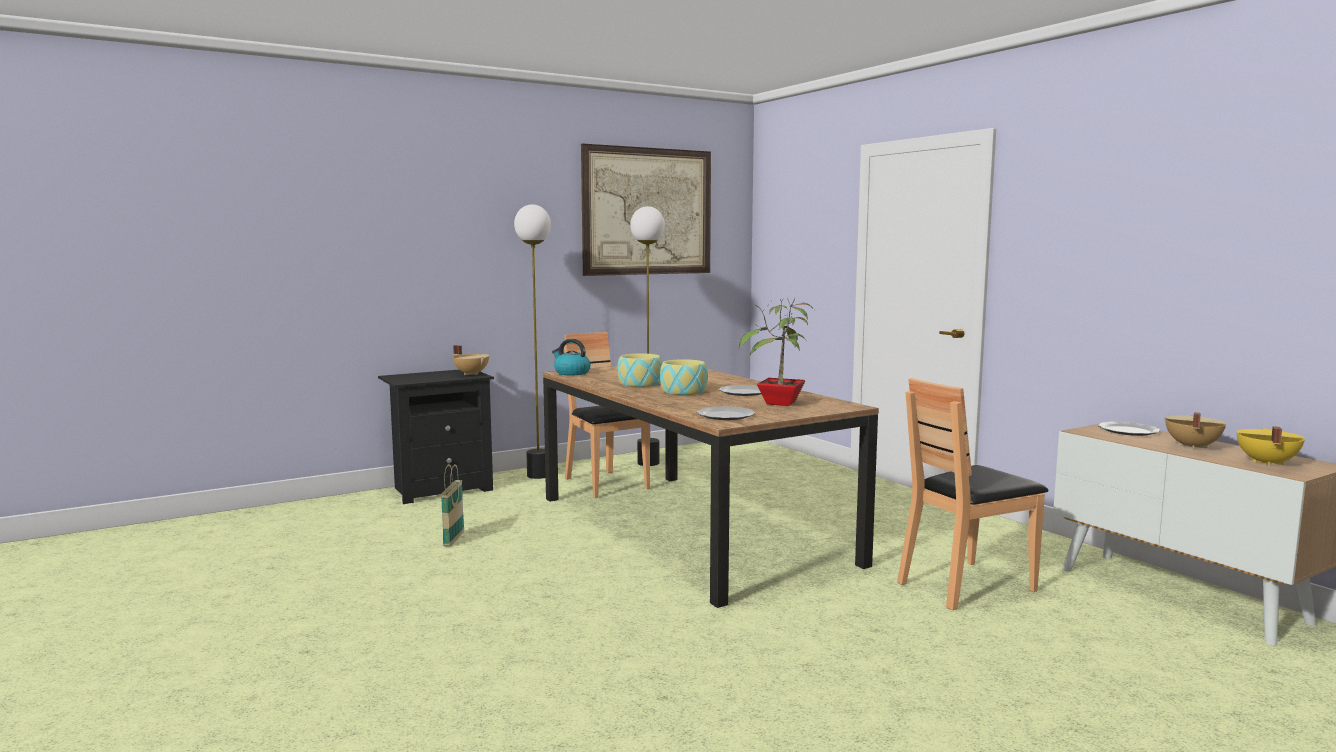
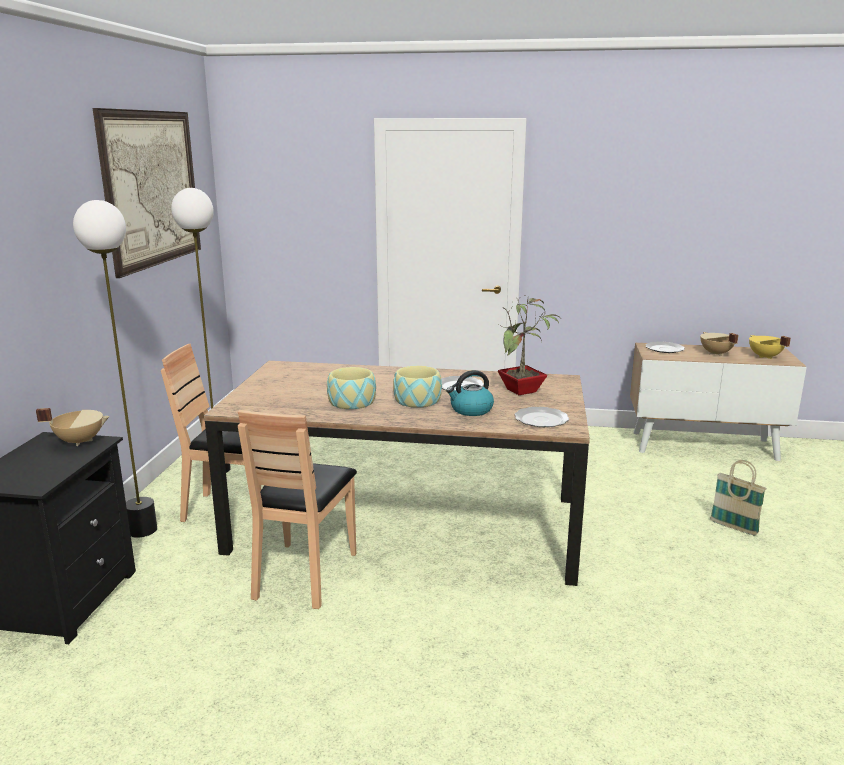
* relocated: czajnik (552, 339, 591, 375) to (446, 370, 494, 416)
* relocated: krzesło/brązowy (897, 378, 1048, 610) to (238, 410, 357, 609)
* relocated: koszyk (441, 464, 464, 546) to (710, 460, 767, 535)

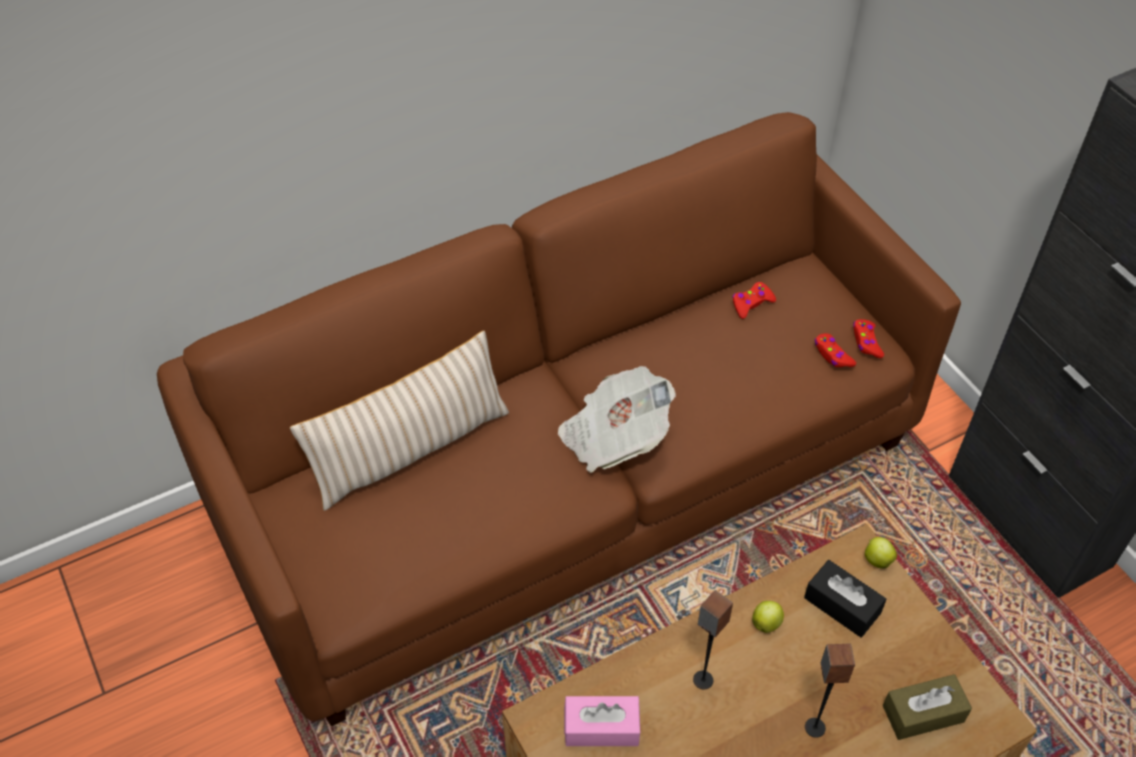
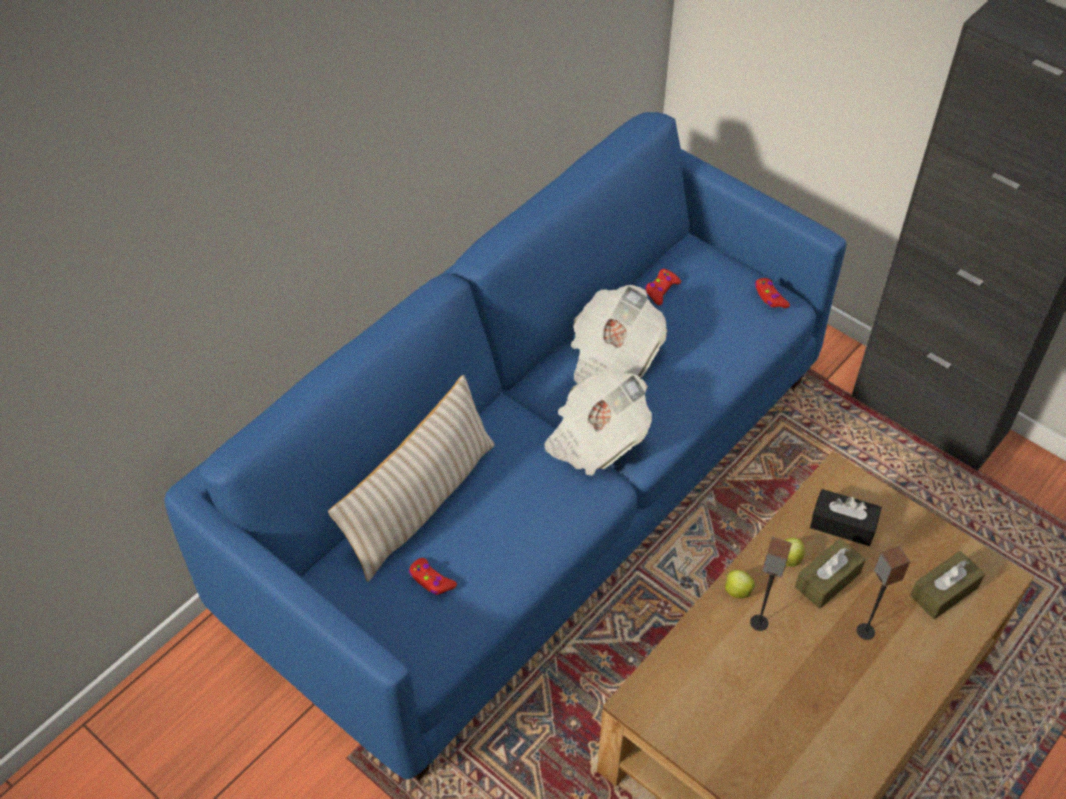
* colour: kanapa/brązowy (157, 112, 961, 727) to kanapa/niebieski (165, 112, 846, 781)
* relocated: pad do gier/czerwony (815, 333, 856, 367) to (408, 558, 457, 595)
* relocated: jabłko (865, 537, 897, 569) to (725, 570, 755, 598)
* missing: pudełko chusteczek/różowy (564, 696, 641, 746)
* appeared: gazeta (571, 285, 667, 384)
* appeared: pudełko chusteczek/brązowy (795, 538, 866, 609)

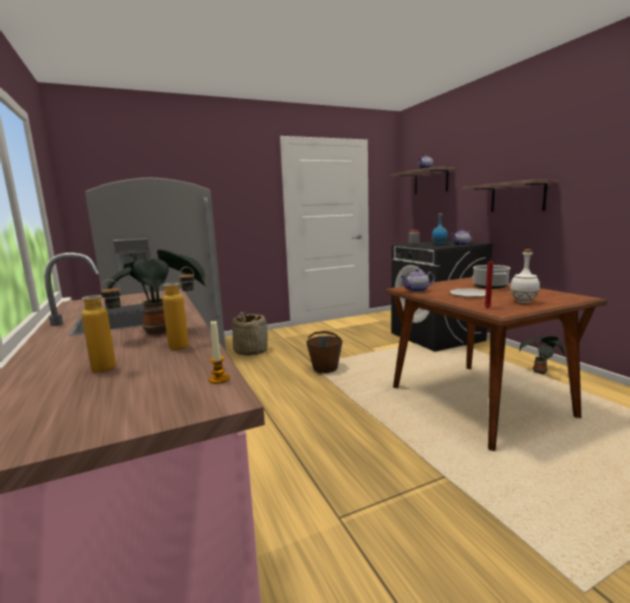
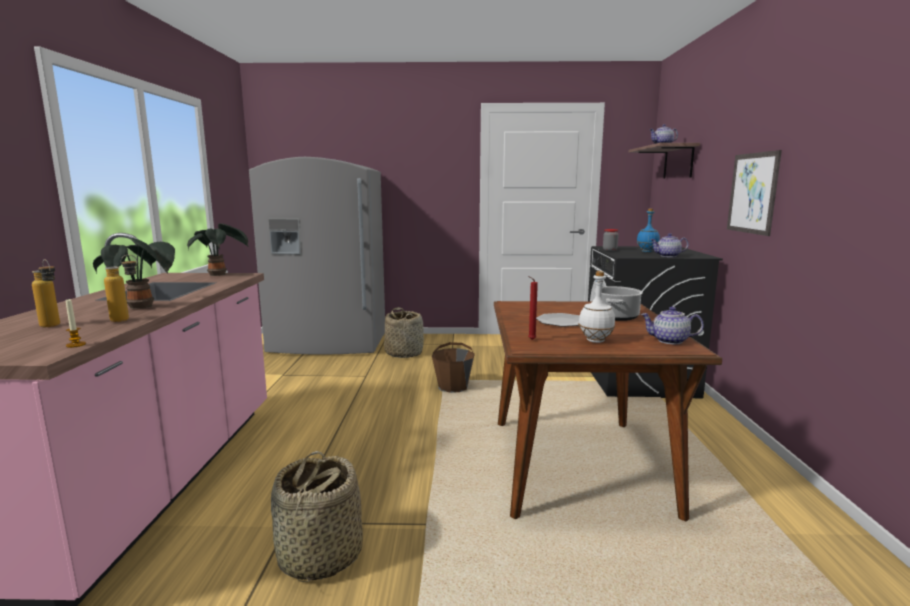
* exchanged: półka (462, 179, 558, 212) to obraz (727, 150, 782, 236)
* relocated: imbryk (401, 269, 435, 292) to (641, 307, 704, 344)
* relocated: roślina doniczkowa (520, 335, 565, 374) to (187, 223, 249, 276)
* appeared: koszyk (271, 451, 363, 582)

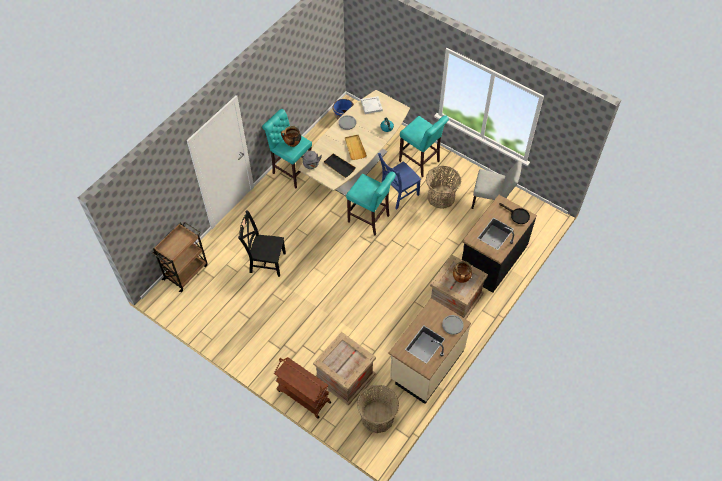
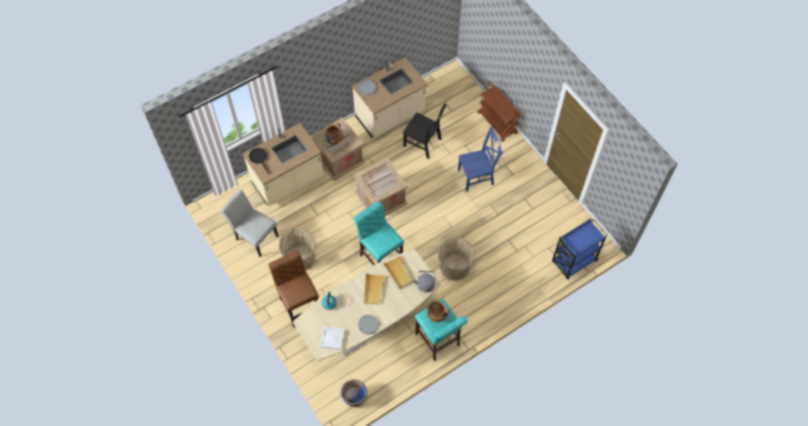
* colour: stołek/turkusowy (399, 115, 449, 177) to stołek/brązowy (268, 251, 319, 328)
* relocated: krzesło/niebieski (378, 153, 421, 210) to (458, 127, 503, 192)
* colour: taca/czarny (324, 154, 356, 178) to taca/beżowy (383, 256, 413, 289)
* colour: zabudowa kuchenna/czarny (462, 195, 537, 293) to zabudowa kuchenna/beżowy (243, 123, 324, 206)
* relocated: krzesło/czarny (238, 210, 286, 277) to (403, 104, 447, 159)
* colour: wózek/brązowy (152, 222, 208, 292) to wózek/niebieski (552, 219, 608, 280)
* relocated: skrzynka (313, 332, 376, 406) to (354, 157, 407, 216)
* relocated: koszyk (357, 385, 399, 433) to (438, 237, 475, 281)

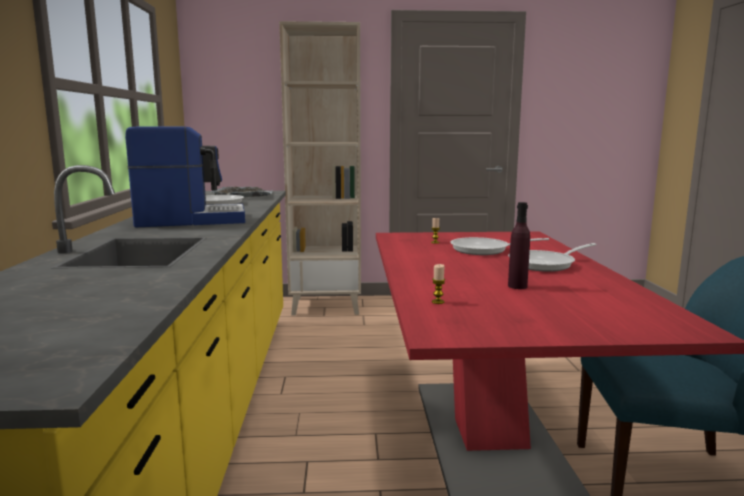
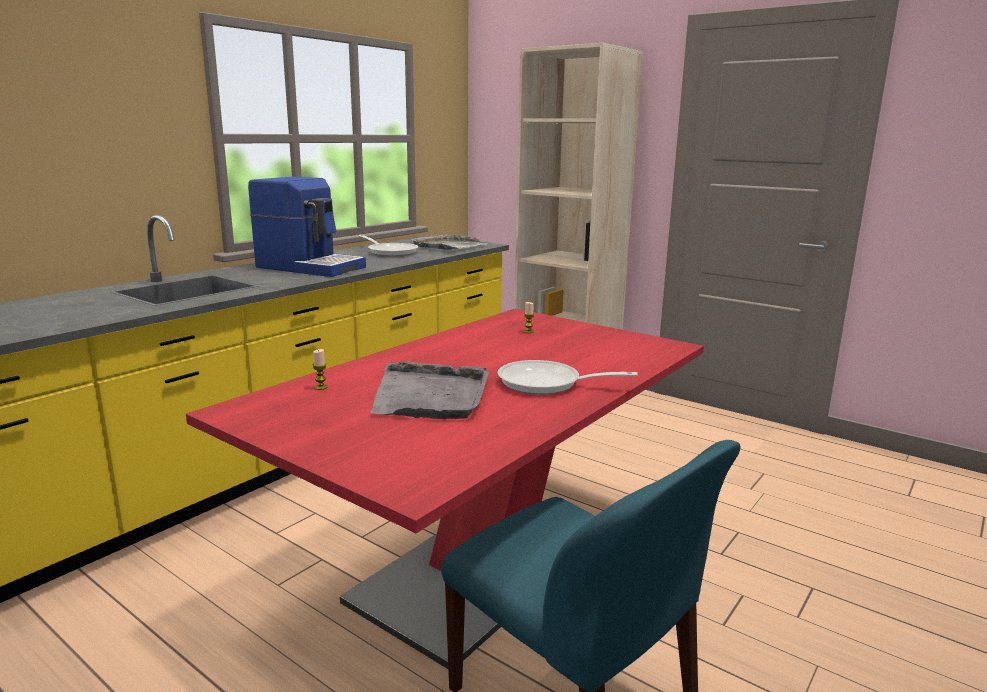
* exchanged: butelka/fioletowy (508, 202, 530, 289) to taca/szary (371, 361, 489, 419)
* missing: patelnia (450, 237, 549, 255)

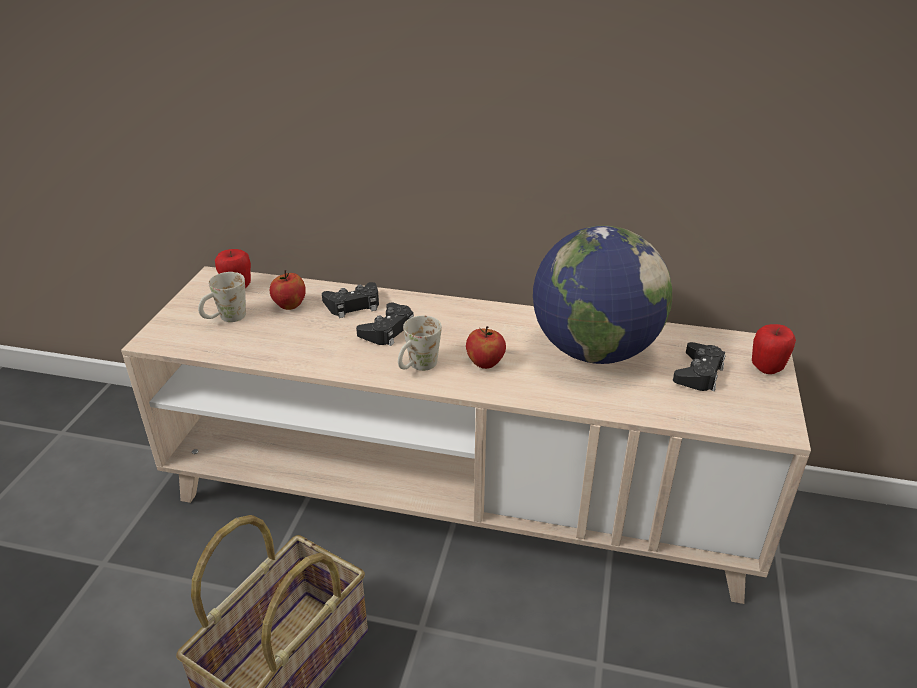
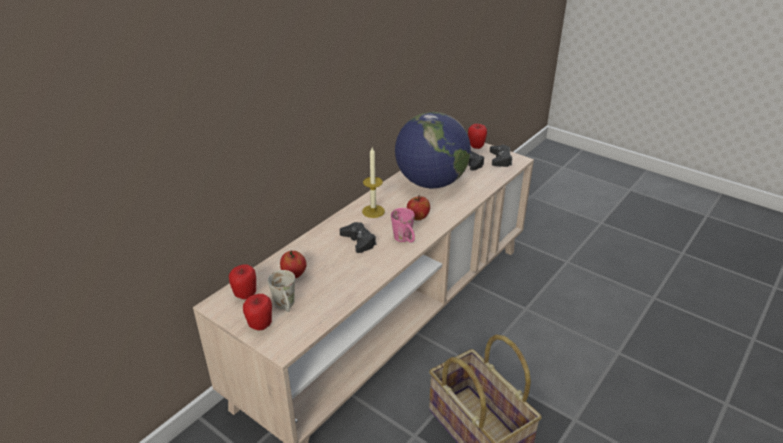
* relocated: pad do gier/czarny (322, 282, 379, 318) to (490, 145, 512, 167)
* colour: kubek/biały (398, 316, 442, 371) to kubek/różowy (391, 208, 415, 243)
* appeared: świeca (362, 147, 385, 218)
* appeared: jabłko (243, 294, 272, 330)

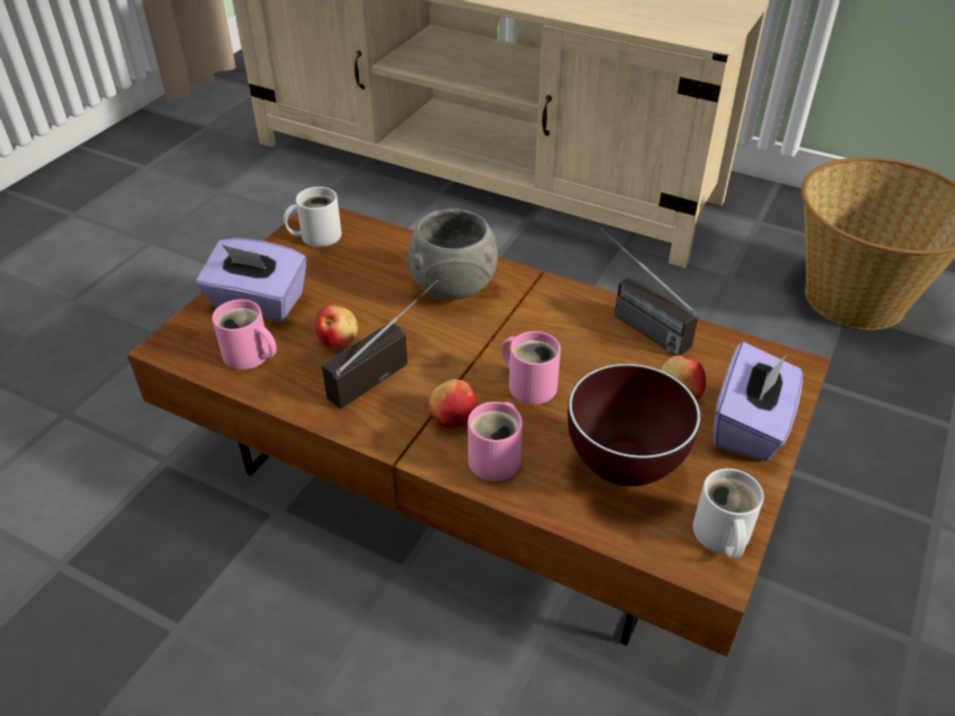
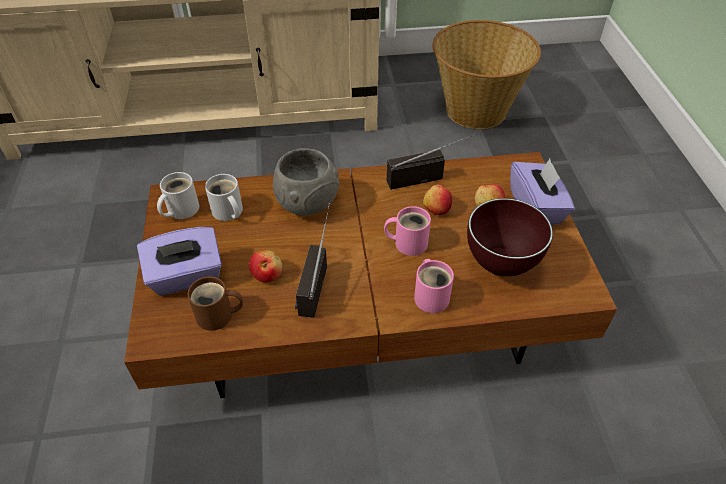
* spun: radio (601, 228, 698, 356) = (387, 133, 476, 190) 150 degrees clockwise
* colour: kubek/różowy (212, 299, 277, 370) to kubek/brązowy (188, 277, 243, 331)
* relocated: jabłko (429, 379, 476, 428) to (423, 185, 452, 215)
* relocated: kubek/biały (693, 468, 764, 558) to (205, 174, 243, 221)

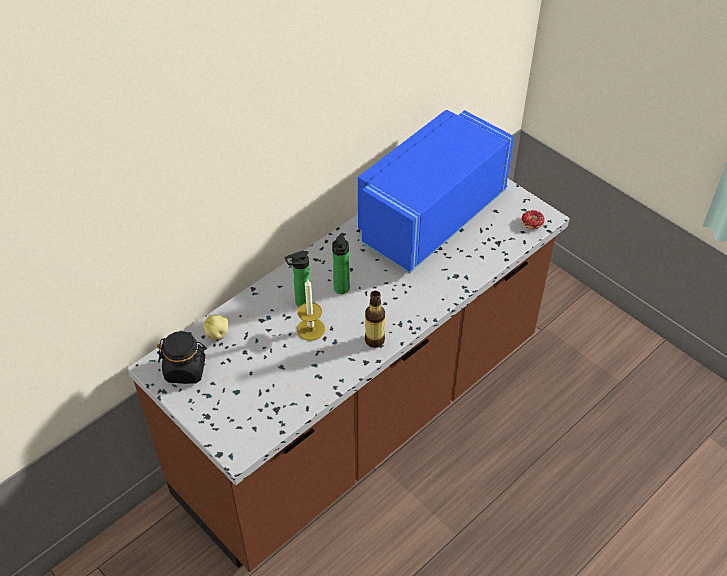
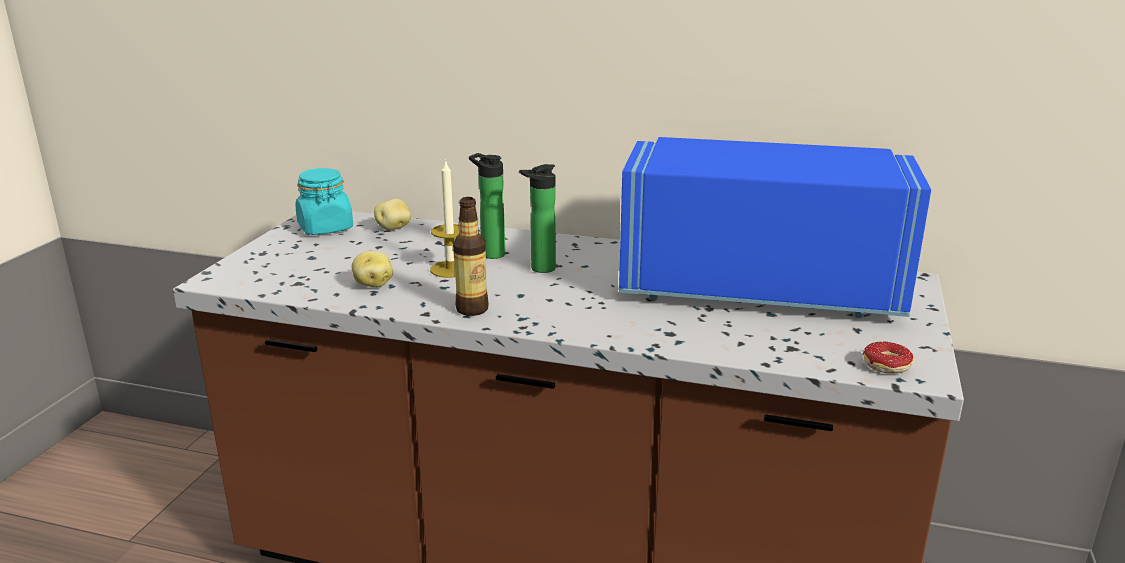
* colour: słoik/czarny (157, 331, 207, 384) to słoik/turkusowy (295, 168, 353, 235)
* appeared: ziemniak (351, 251, 393, 288)

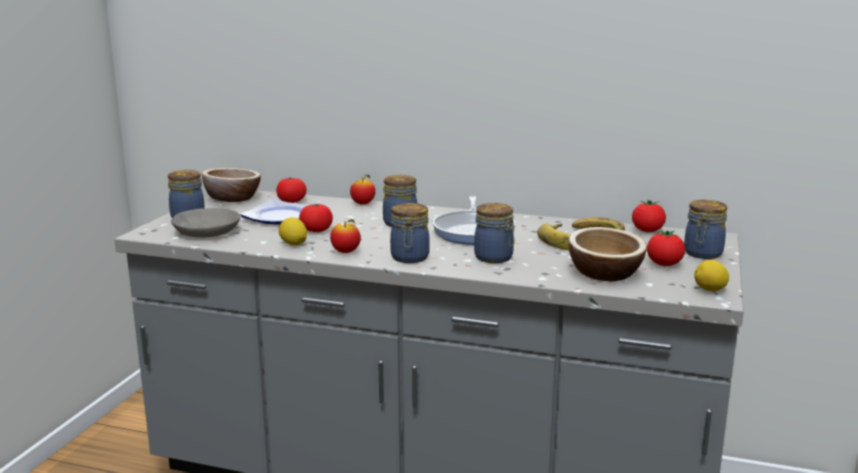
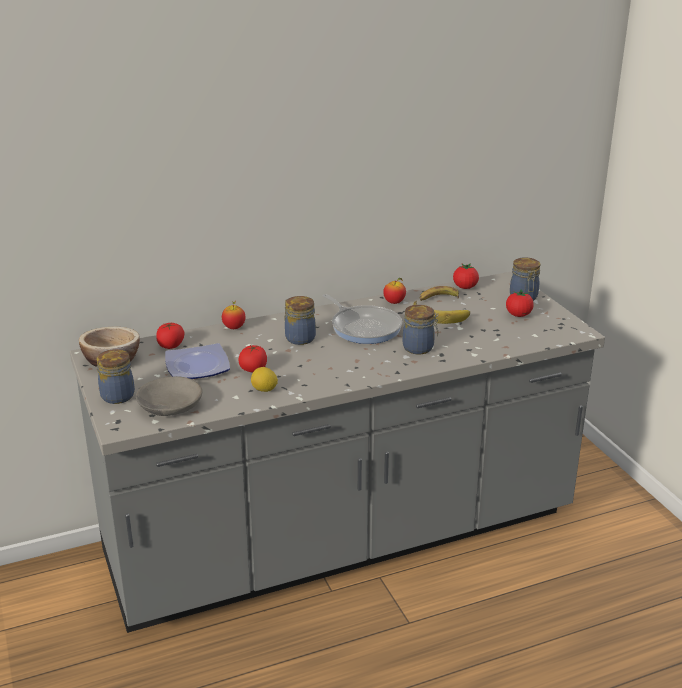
* missing: słoik (390, 203, 430, 263)
* relocated: jabłko (330, 219, 361, 253) to (383, 278, 406, 304)
* missing: miska (568, 227, 647, 282)
* missing: cytryna (694, 260, 729, 291)

